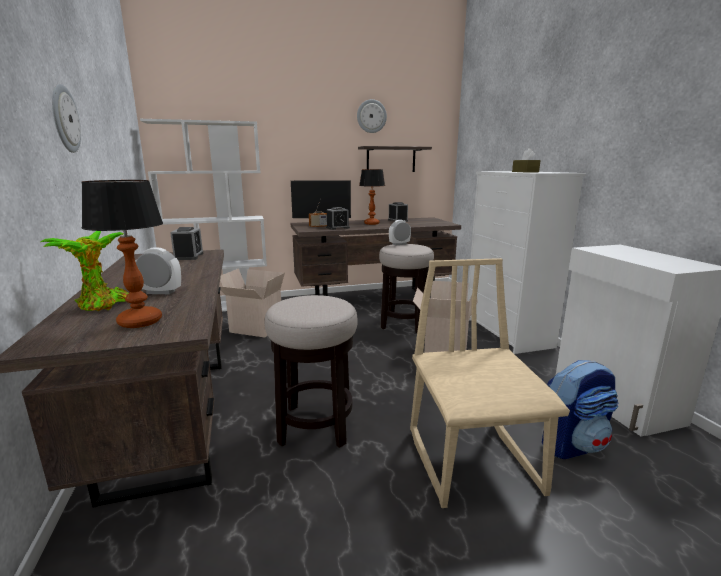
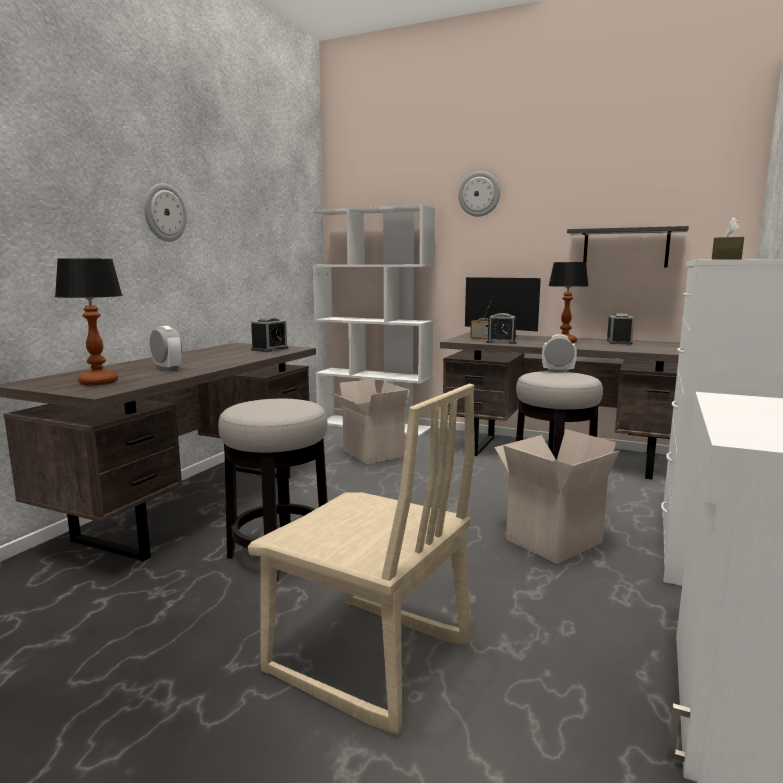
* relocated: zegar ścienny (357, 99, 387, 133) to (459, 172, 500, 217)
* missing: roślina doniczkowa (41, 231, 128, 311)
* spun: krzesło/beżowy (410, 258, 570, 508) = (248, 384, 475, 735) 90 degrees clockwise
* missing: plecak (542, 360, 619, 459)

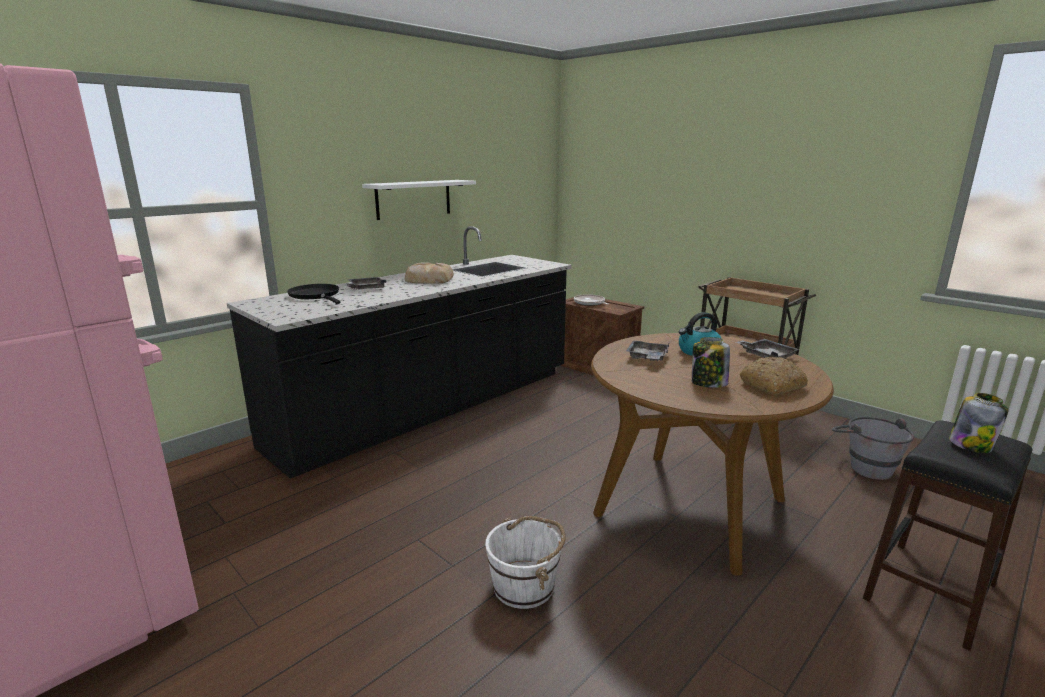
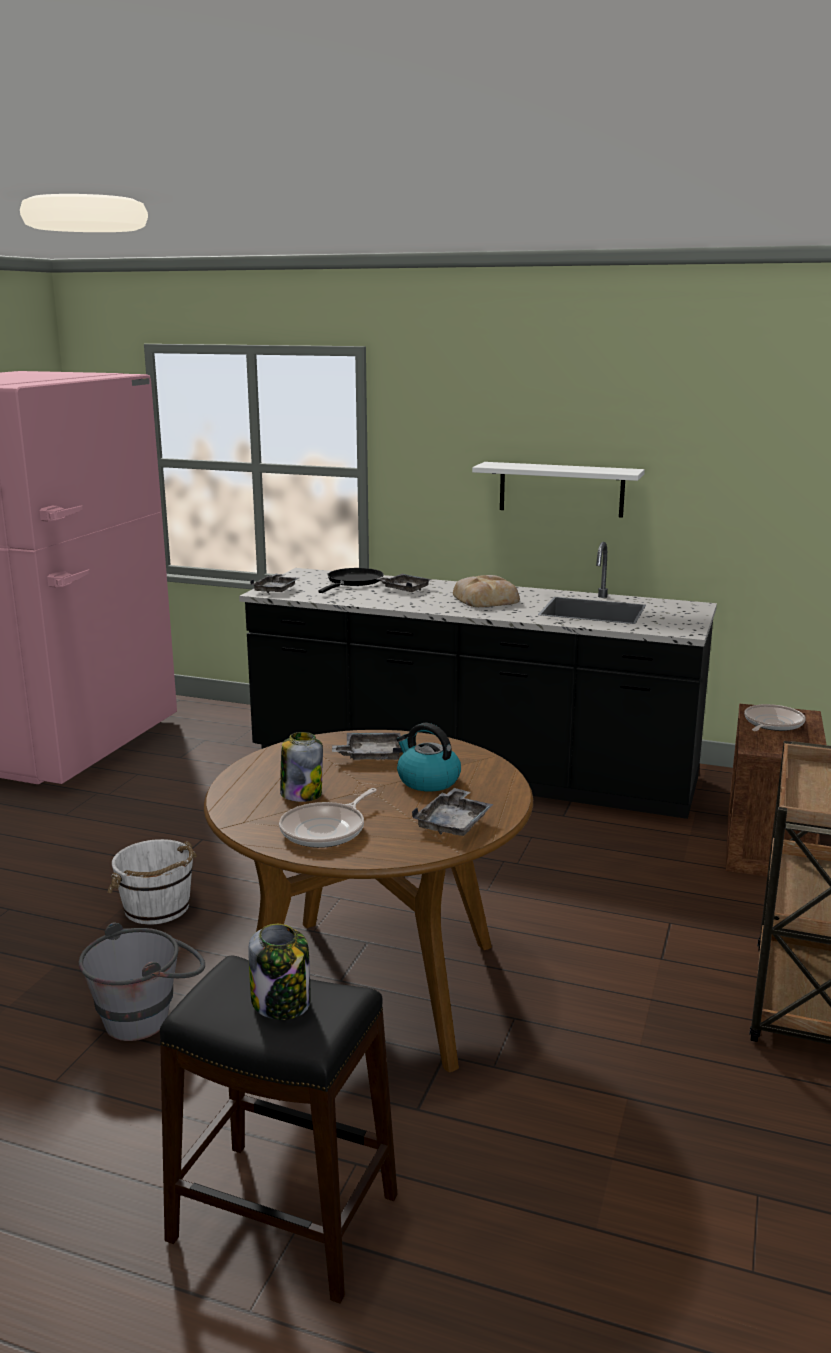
* exchanged: chleb (740, 357, 808, 395) to patelnia (279, 788, 377, 848)
* relocated: wiadro/szary (832, 417, 915, 480) to (79, 922, 205, 1041)
* appeared: taca/szary (250, 573, 299, 593)

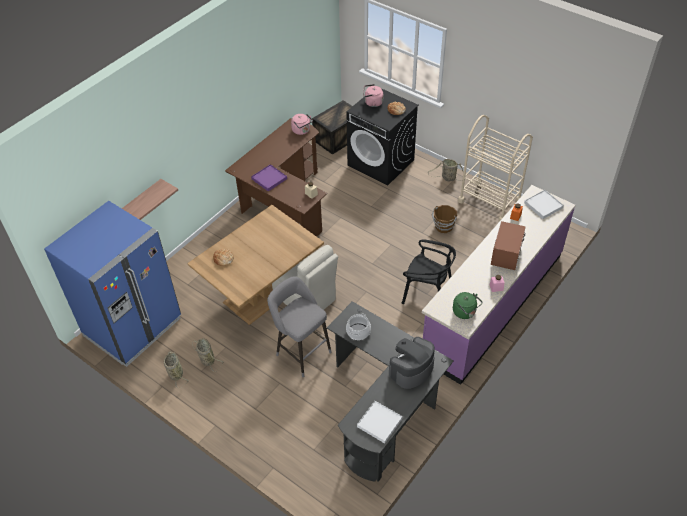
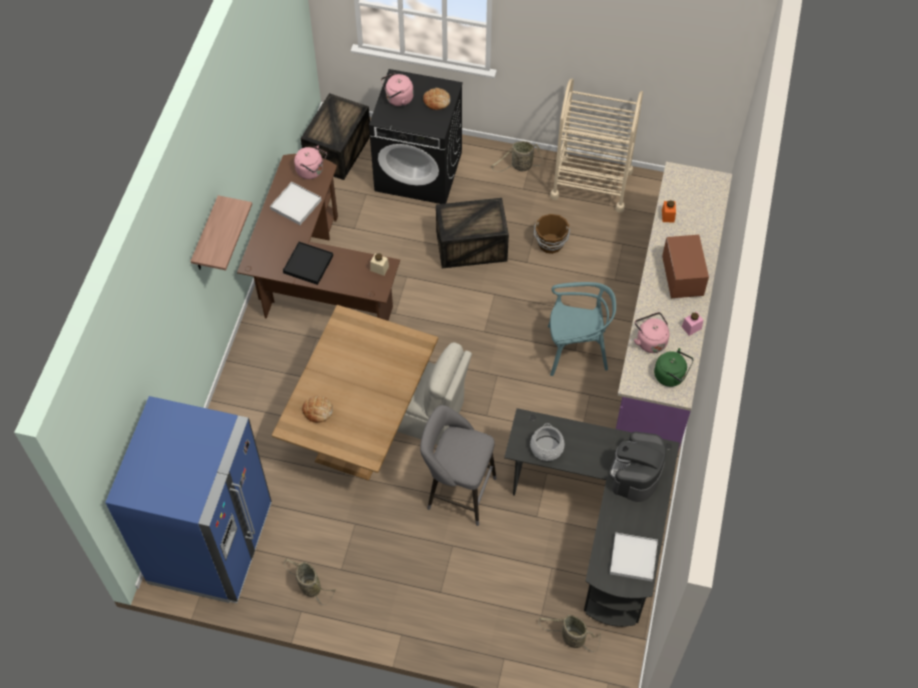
* colour: taca/fioletowy (251, 164, 287, 191) to taca/czarny (283, 242, 333, 285)
* relocated: półka (122, 179, 178, 220) to (191, 195, 252, 270)
* relocated: taca/biały (524, 190, 564, 219) to (270, 182, 322, 225)
* colour: krzesło/czarny (402, 240, 456, 304) to krzesło/turkusowy (548, 282, 616, 376)
* relocated: koszyk (192, 339, 224, 371) to (539, 615, 601, 652)
* appeared: skrzynka (436, 198, 509, 268)
* appeared: czajnik/różowy (634, 312, 670, 353)

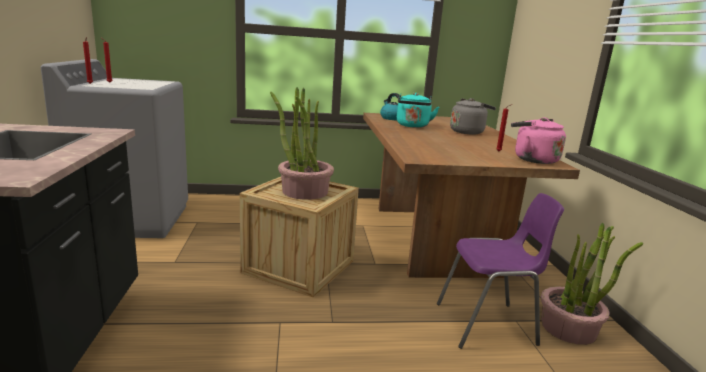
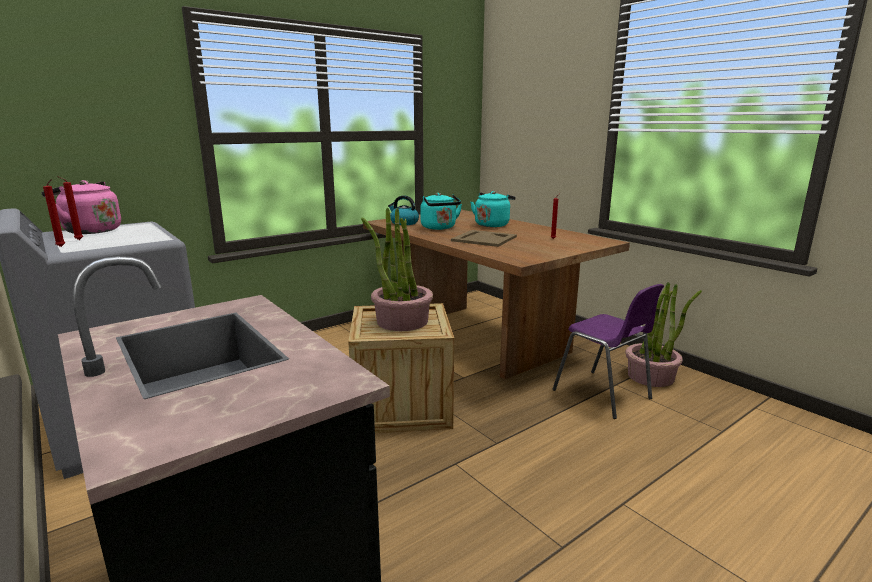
* colour: czajnik/szary (450, 98, 496, 135) to czajnik/turkusowy (470, 191, 516, 227)
* relocated: czajnik/różowy (511, 117, 566, 164) to (41, 180, 121, 234)
* spun: krzesło/fioletowy (437, 193, 564, 349) = (553, 284, 664, 419) 90 degrees clockwise
* appeared: taca/beżowy (451, 230, 517, 247)

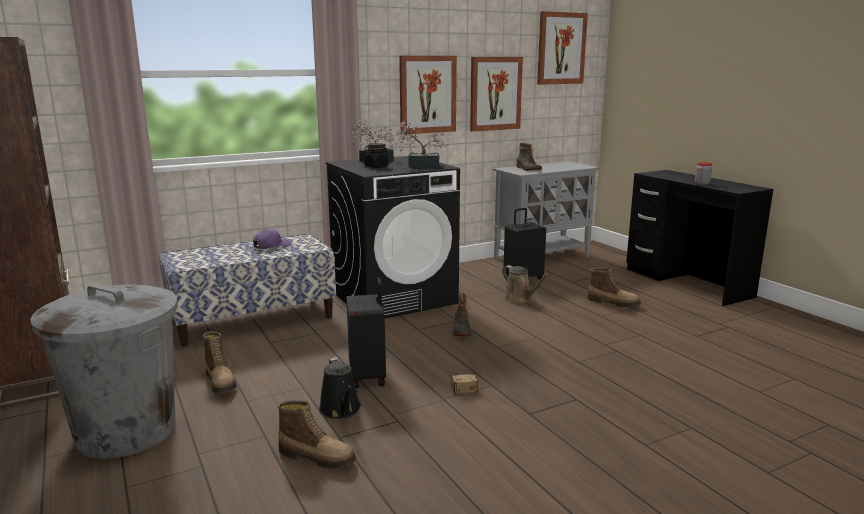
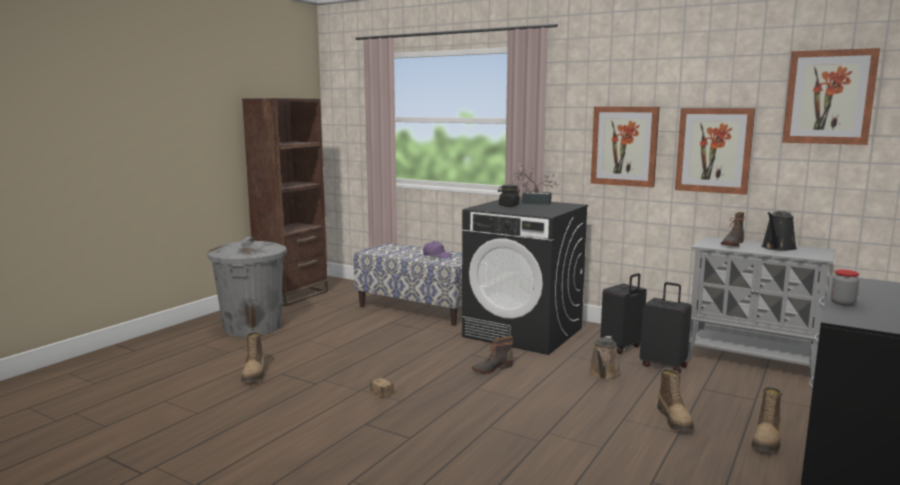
* missing: roślina doniczkowa (395, 121, 449, 167)
* relocated: walizka/czarny (346, 277, 386, 388) to (600, 273, 647, 354)
* relocated: but z cholewką (203, 332, 237, 394) to (751, 386, 782, 452)
* relocated: konewka/czarny (319, 357, 361, 419) to (761, 211, 797, 251)

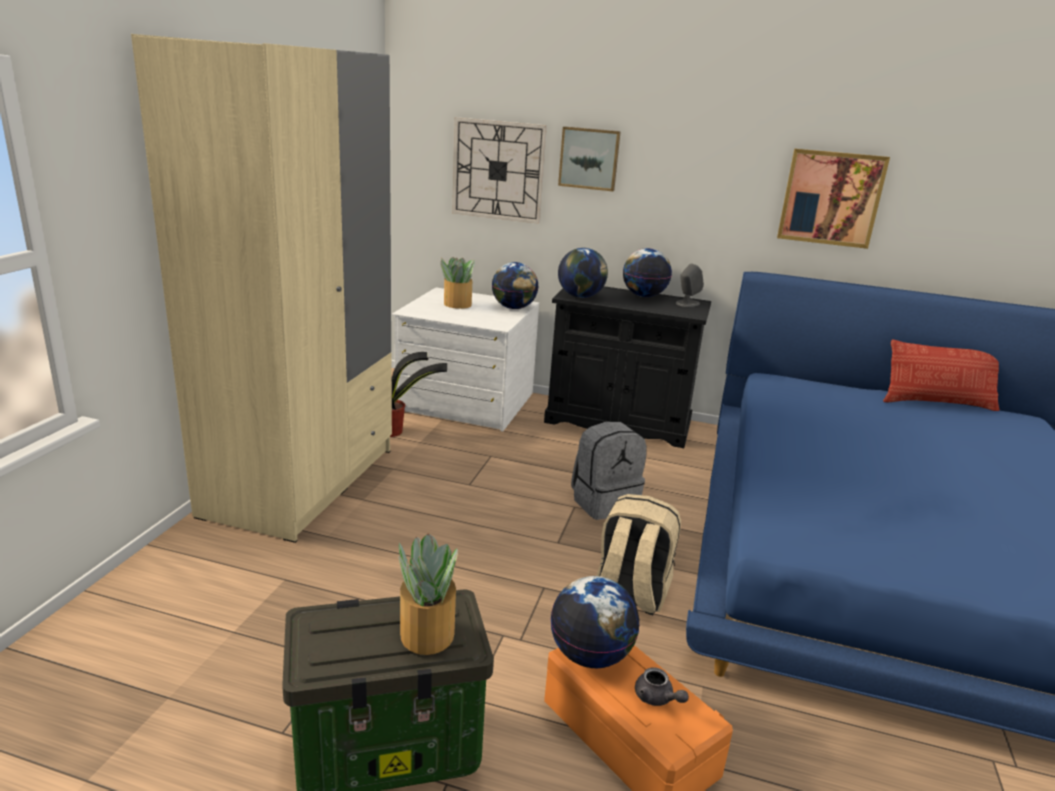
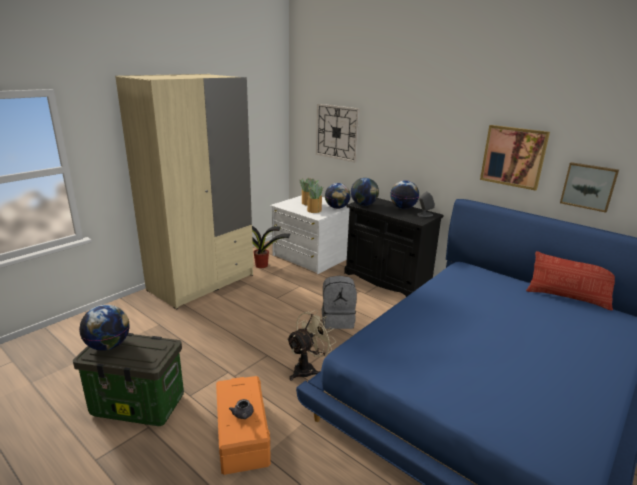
* relocated: obraz (558, 126, 621, 191) to (560, 162, 619, 213)
* exchanged: plecak/beżowy (596, 494, 681, 615) to wentylator/beżowy (286, 310, 336, 381)
* relocated: roślina doniczkowa (399, 533, 458, 655) to (307, 183, 323, 213)
* relocated: globus (550, 576, 640, 668) to (79, 304, 129, 351)

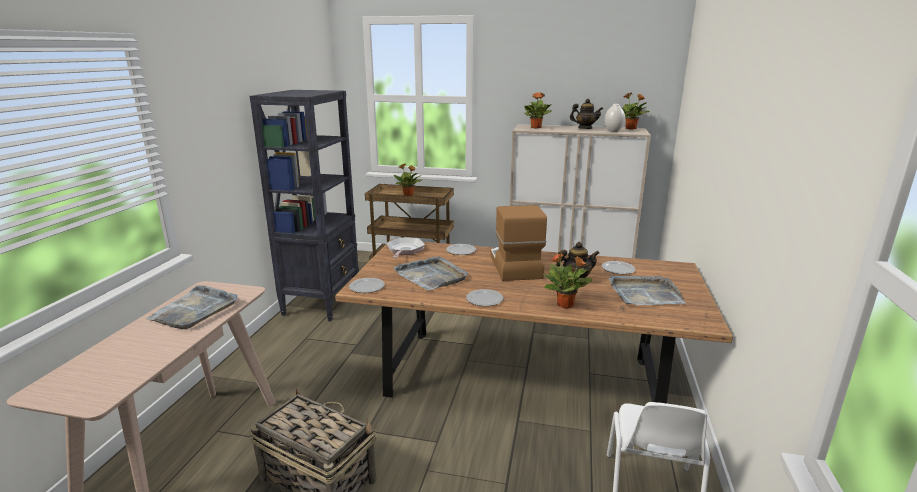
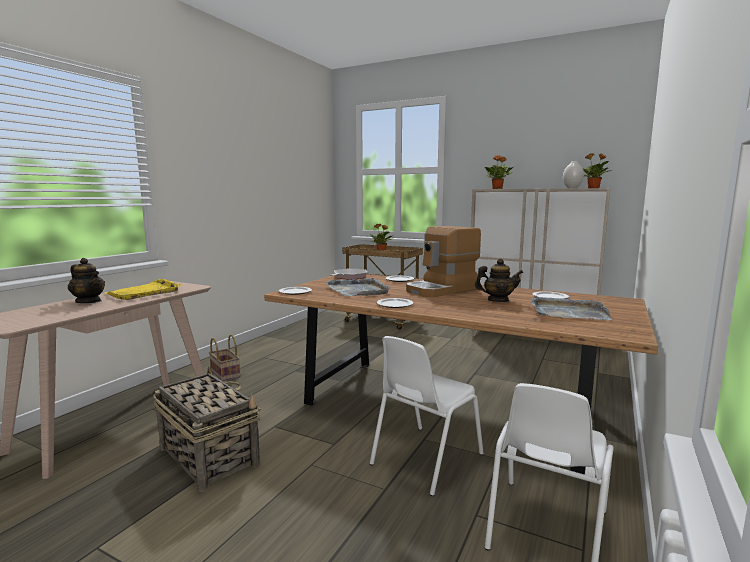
* missing: regał/czarny (250, 90, 359, 321)
* relocated: imbryk (570, 99, 603, 129) to (68, 258, 105, 303)
* spun: ekspres do kawy (490, 205, 547, 281) = (406, 226, 481, 297) 135 degrees counterclockwise
* missing: roślina doniczkowa (543, 253, 593, 309)
* colour: taca/szary (145, 285, 238, 329) to taca/żółty (105, 279, 182, 300)
* appeared: koszyk (209, 334, 240, 381)
* appeared: krzesło/biały (370, 336, 484, 496)

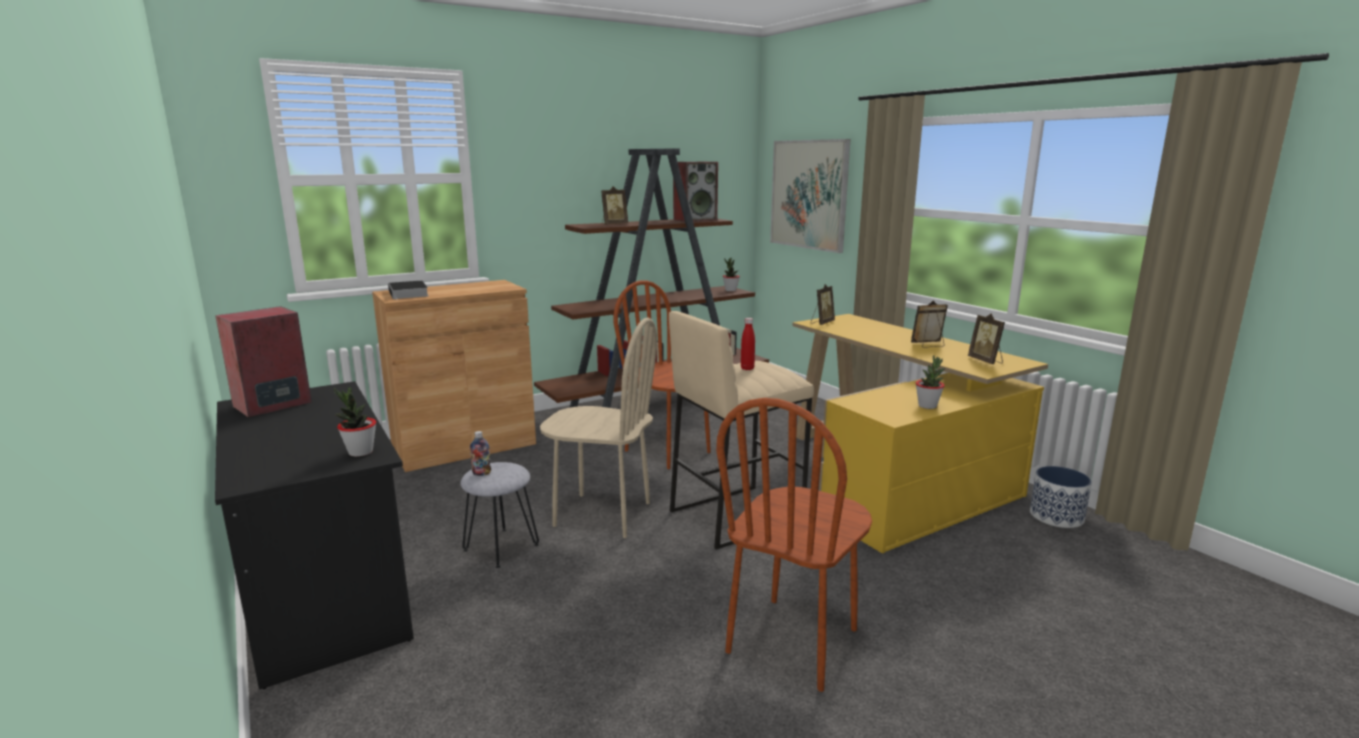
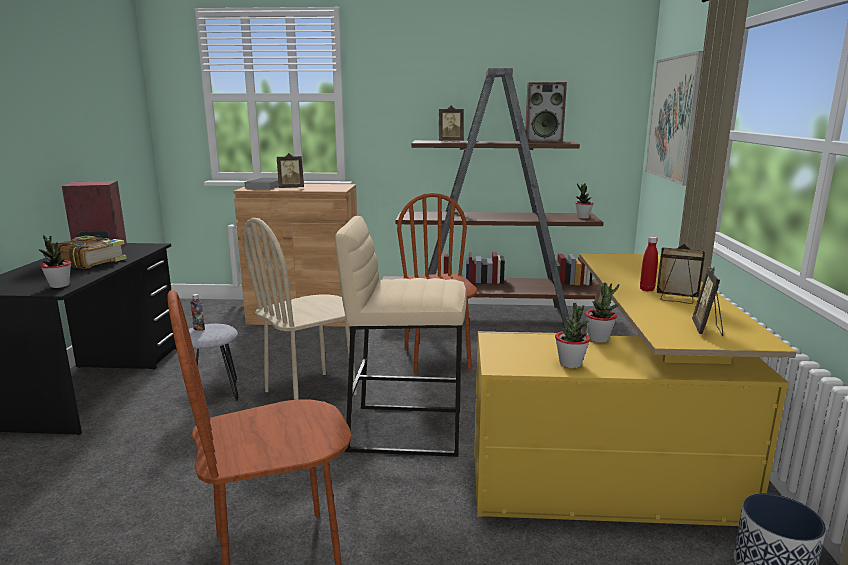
* relocated: ramka na zdjęcie (811, 284, 835, 325) to (277, 153, 304, 188)
* spun: krzesło/beżowy (540, 318, 657, 538) = (243, 218, 357, 400) 90 degrees clockwise
* relocated: butelka/czerwony (741, 318, 755, 370) to (640, 237, 658, 291)
* appeared: książka (47, 235, 127, 269)
* appeared: roślina doniczkowa (585, 282, 620, 343)

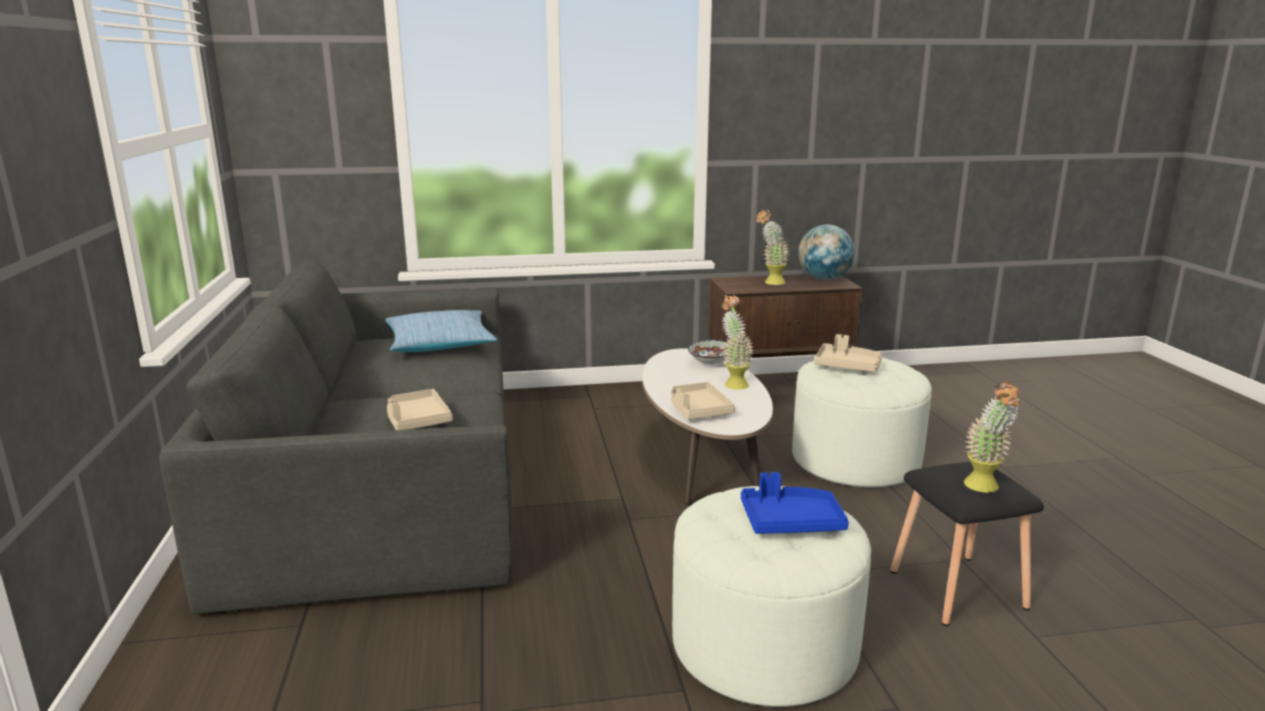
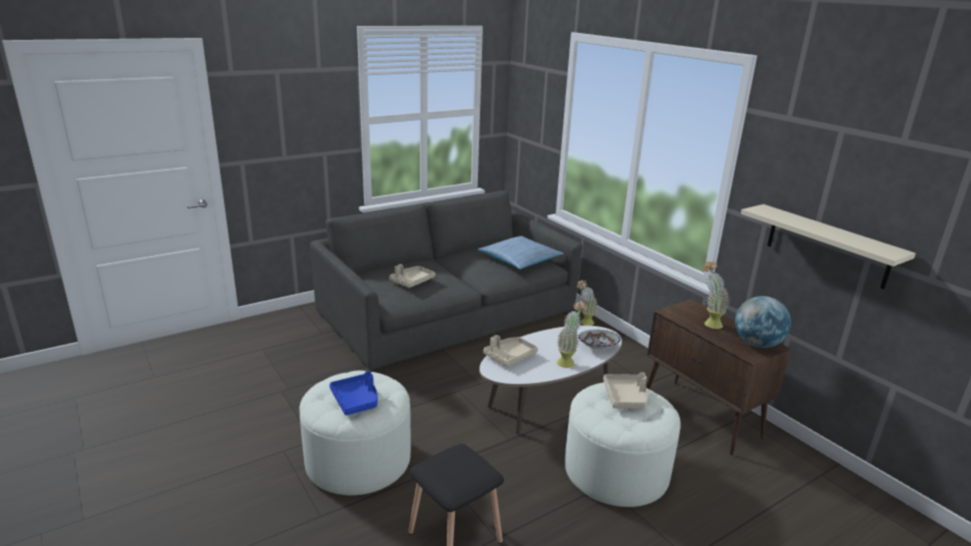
* relocated: roślina doniczkowa (964, 382, 1021, 493) to (577, 280, 598, 326)
* appeared: półka/beżowy (741, 204, 916, 289)

